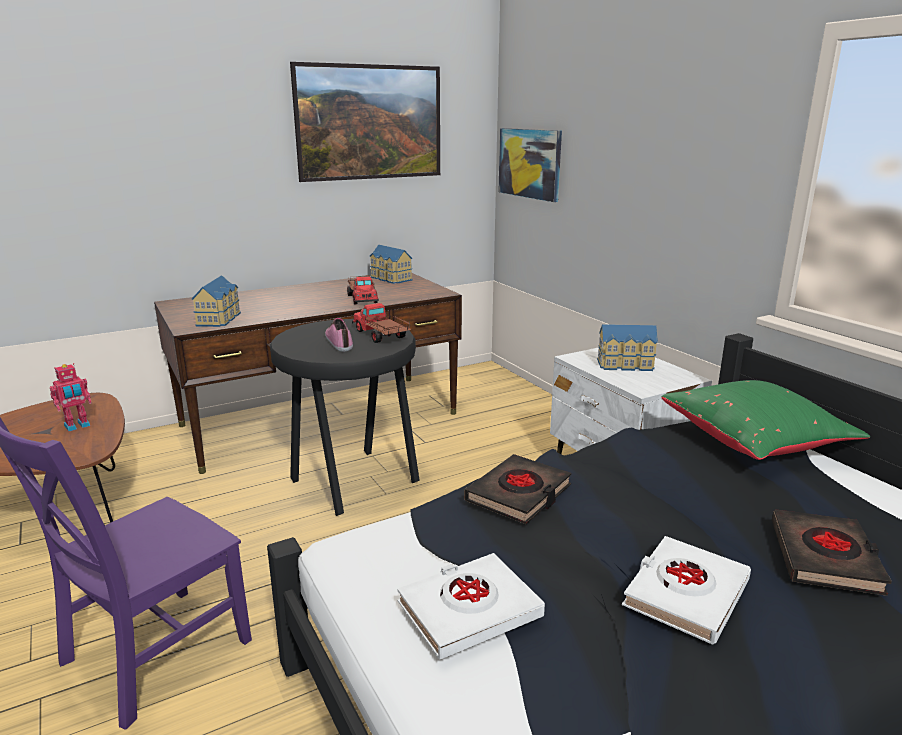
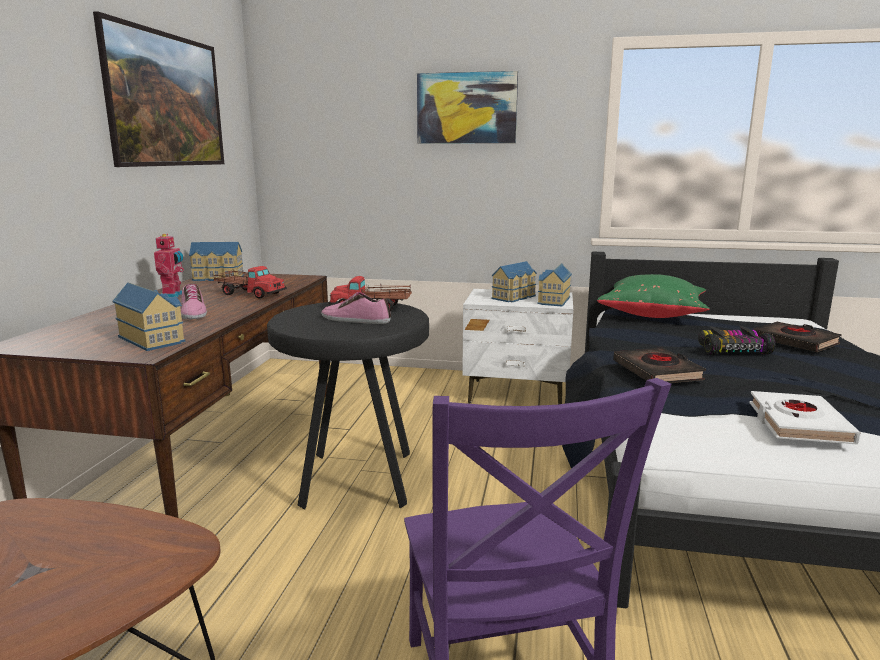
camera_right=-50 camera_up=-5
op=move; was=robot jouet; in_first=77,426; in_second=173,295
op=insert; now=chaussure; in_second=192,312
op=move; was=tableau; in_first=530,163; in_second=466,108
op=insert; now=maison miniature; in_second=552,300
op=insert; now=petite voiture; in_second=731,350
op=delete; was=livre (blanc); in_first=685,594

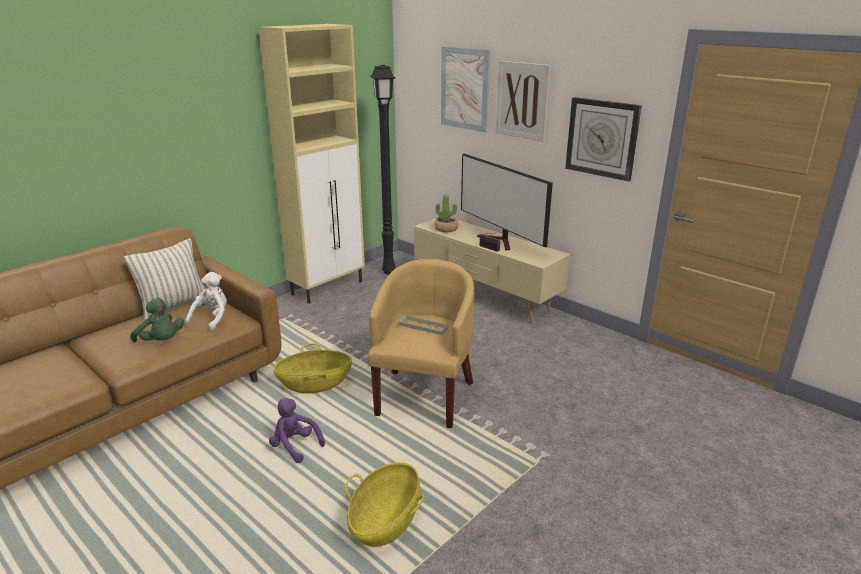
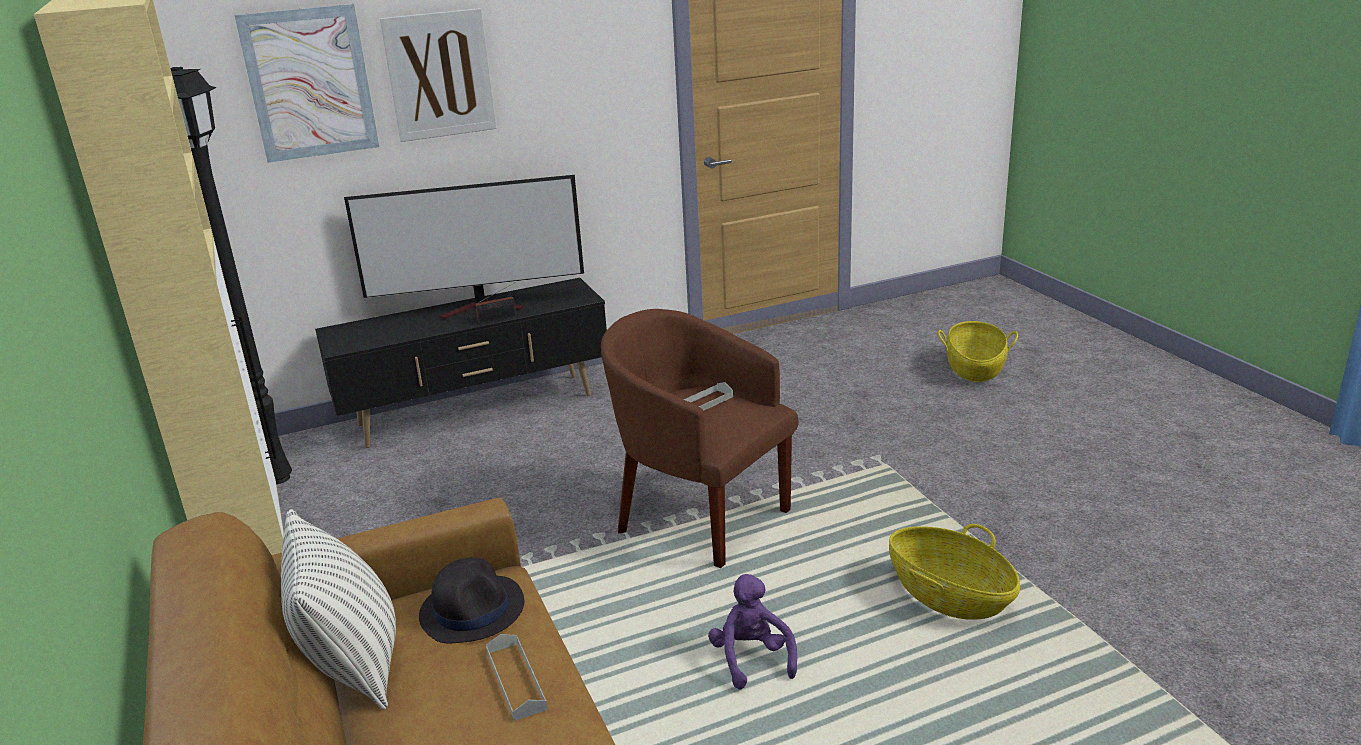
camera_right=-65 camera_up=0
op=recolor; was=meuble télé (beige); now=meuble télé (noir); in_first=485,296; in_second=477,411
op=replace; was=peluche (blanc); now=chapeau (noir); in_first=212,319; in_second=472,609
op=replace; was=peluche (vert); now=plateau (gris); in_first=161,341; in_second=516,680
op=recolor; was=fauteuil (jaune); now=fauteuil (marron); in_first=424,395; in_second=699,515
op=rotate; was=peluche (violet); in_first=295,446; in_second=751,659; clockwise=105
op=move; was=panier; in_first=315,384; in_second=975,368
op=delete; was=plante en pot; in_first=446,229
op=delete; was=horloge murale; in_first=602,138

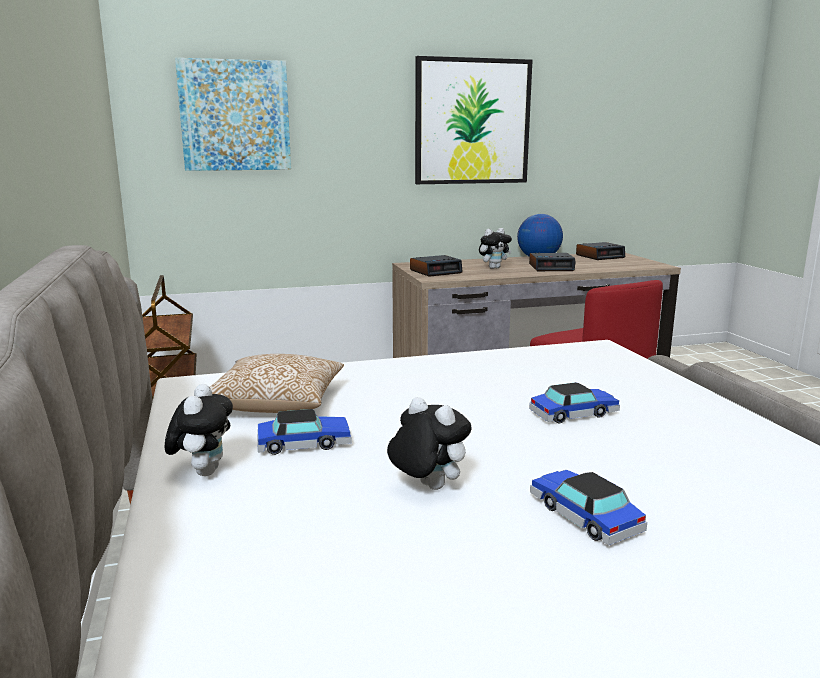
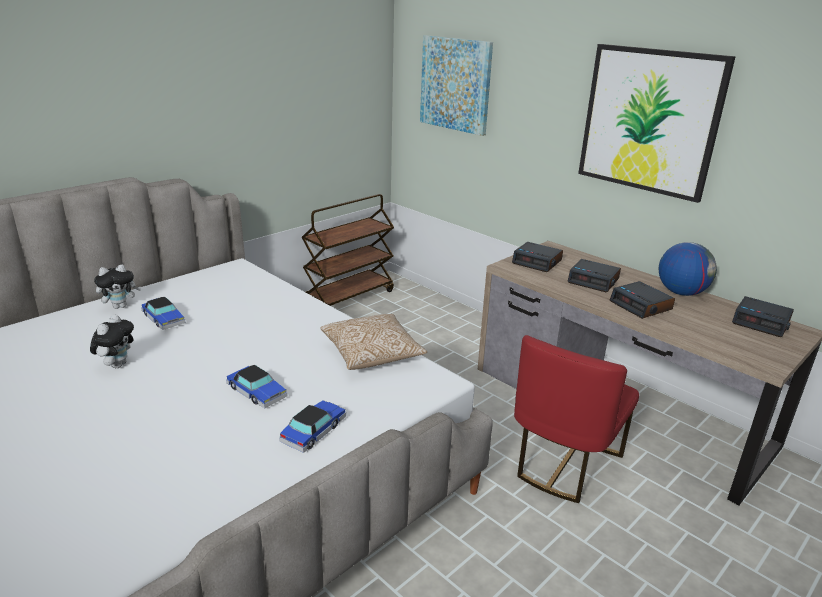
camera_right=60 camera_up=10
op=move; was=petite voiture; in_first=584,515; in_second=314,431
op=move; was=coussin; in_first=277,403; in_second=372,354
op=replace; was=peluche; now=réveil; in_first=494,268; in_second=594,281

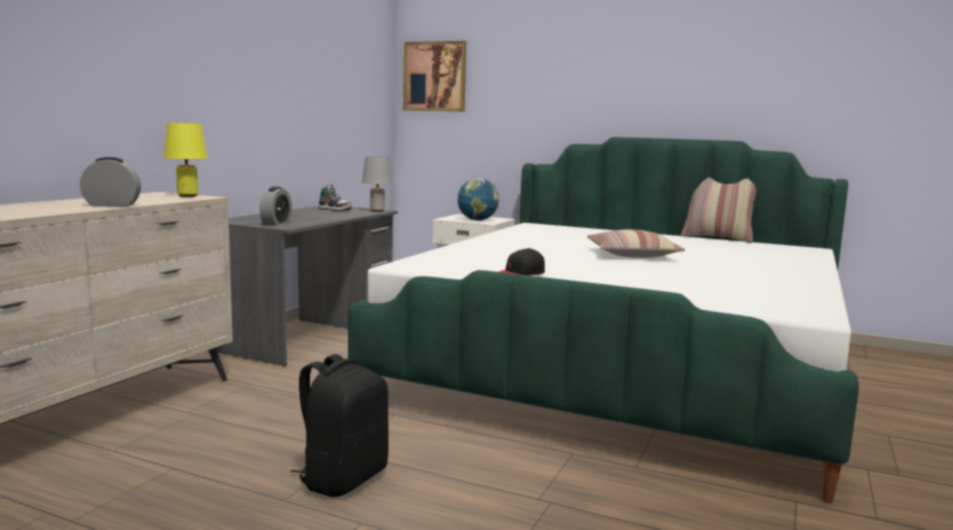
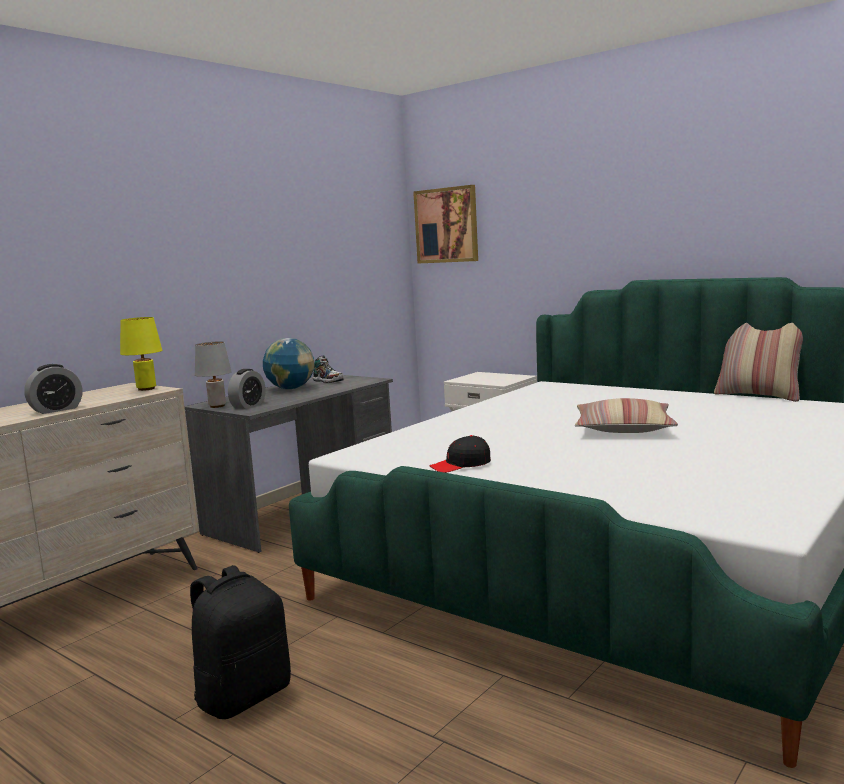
camera_right=15 camera_up=0
op=rotate; was=réveil; in_first=112,205; in_second=56,410; clockwise=135
op=move; was=lampe de table (gris); in_first=377,211; in_second=217,406
op=move; was=globe; in_first=477,220; in_second=290,388

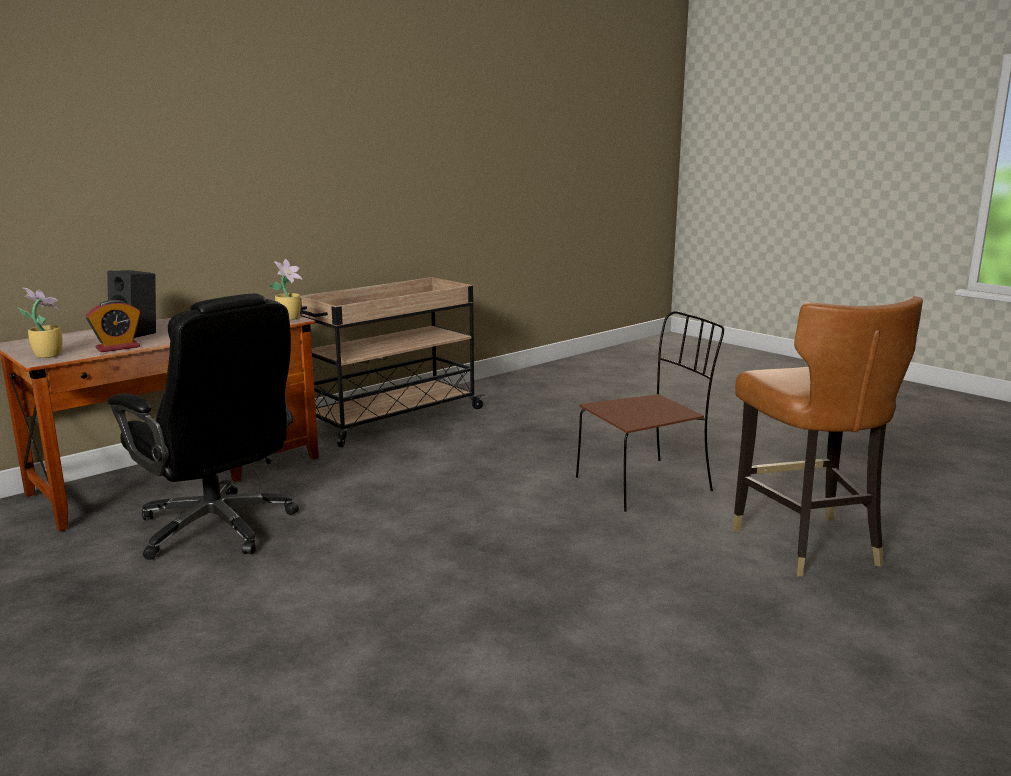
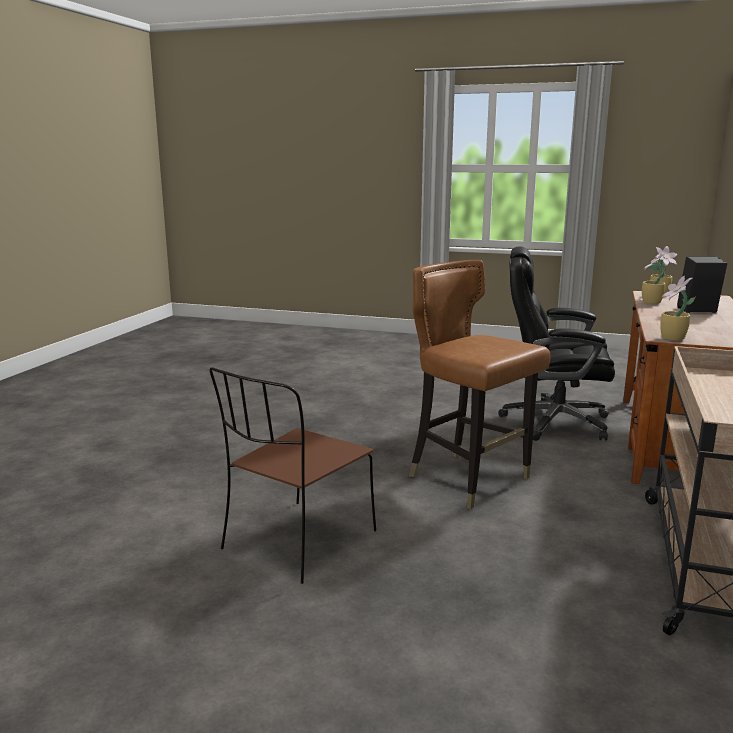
camera_right=150 camera_up=0
op=move; was=chaise (marron); in_first=806,545; in_second=469,479
op=replace; was=réveil; now=plante en pot; in_first=118,347; in_second=651,302

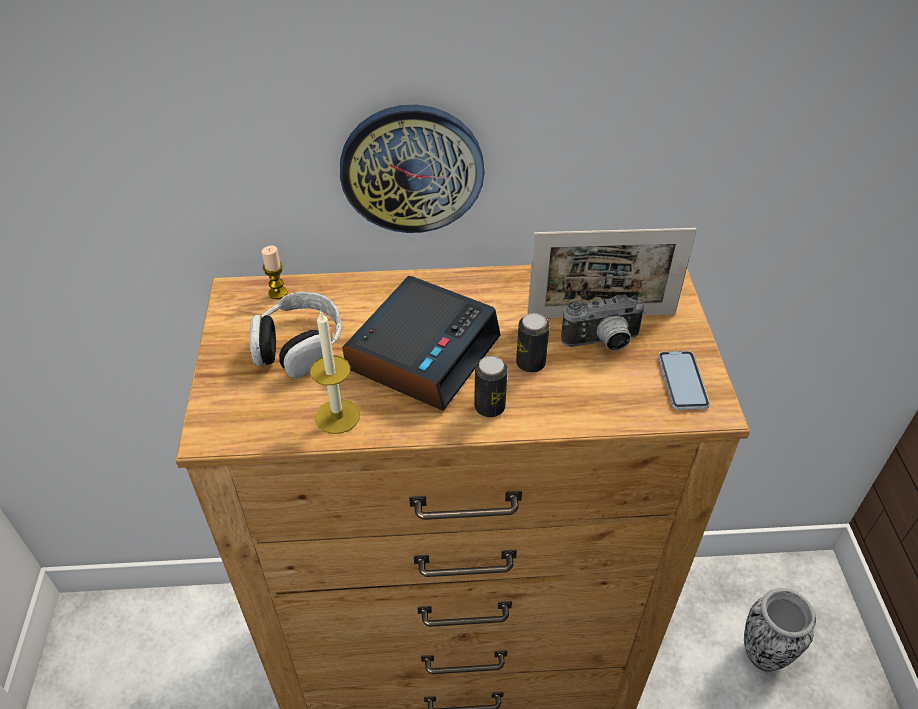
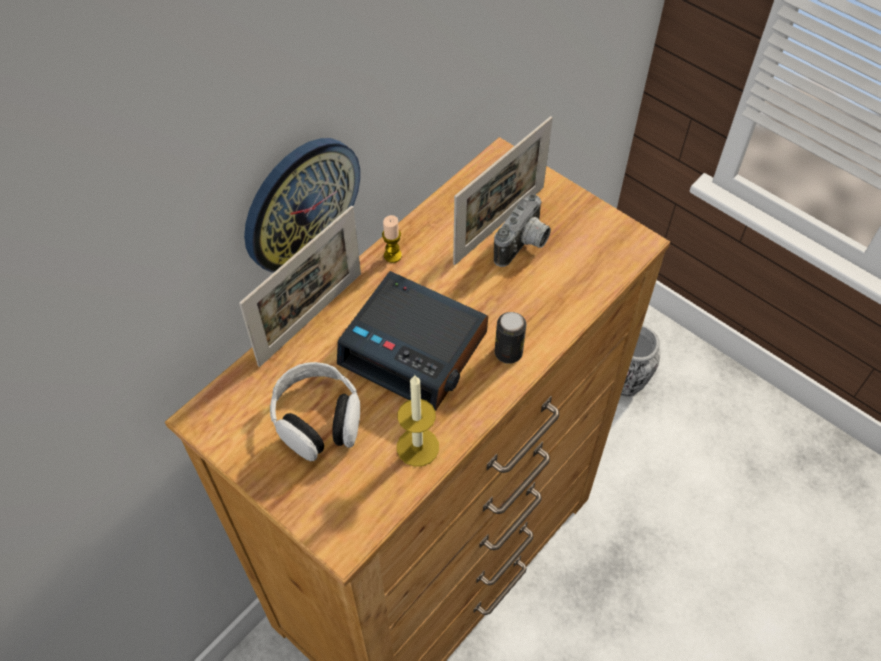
camera_right=-45 camera_up=10
op=insert; now=cadre photo; in_second=311,318
op=rotate; was=réveil; in_first=423,352; in_second=415,349; clockwise=135
op=move; was=bougie; in_first=278,293; in_second=392,255
op=delete; was=boîte métallique; in_first=530,363
op=delete; was=téléphone; in_first=682,381

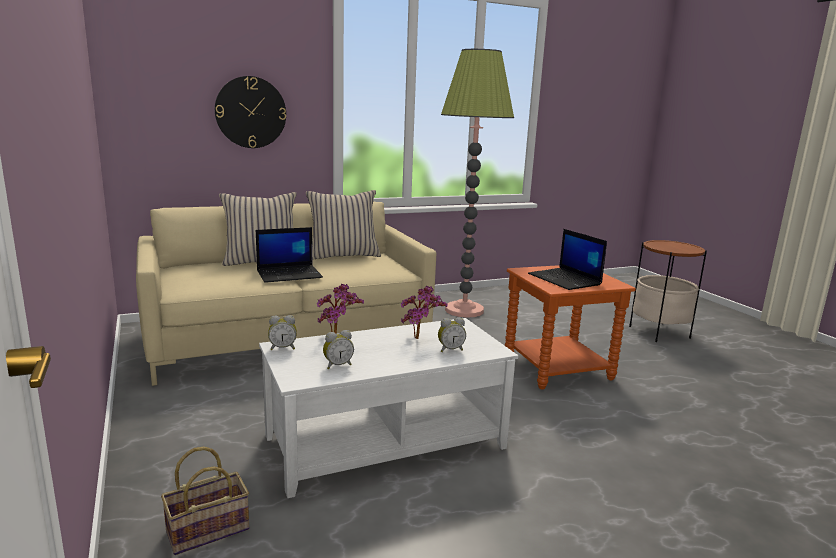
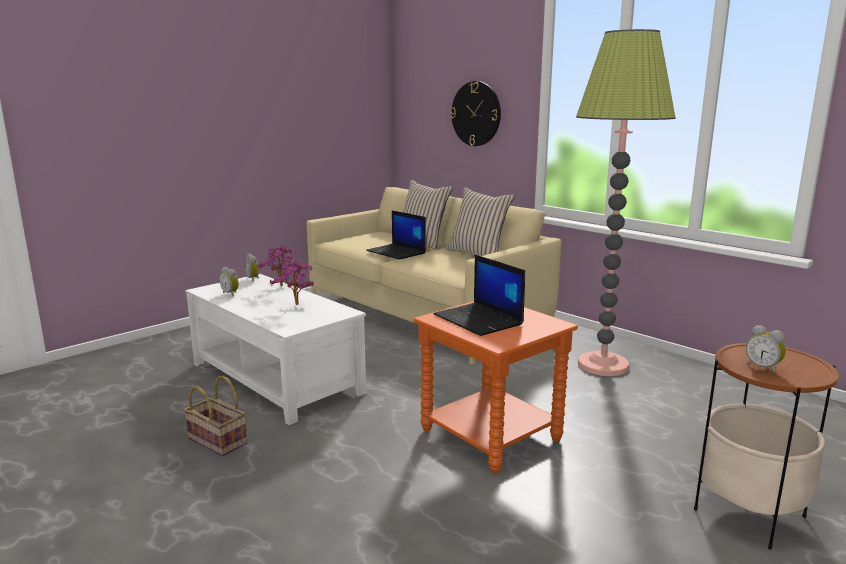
camera_right=70 camera_up=0
op=move; was=panier; in_first=209,529; in_second=219,441
op=rotate; was=ordinateur portable; in_first=565,280; in_second=479,320; clockwise=-75
op=move; was=réveil; in_first=450,349; in_second=763,368

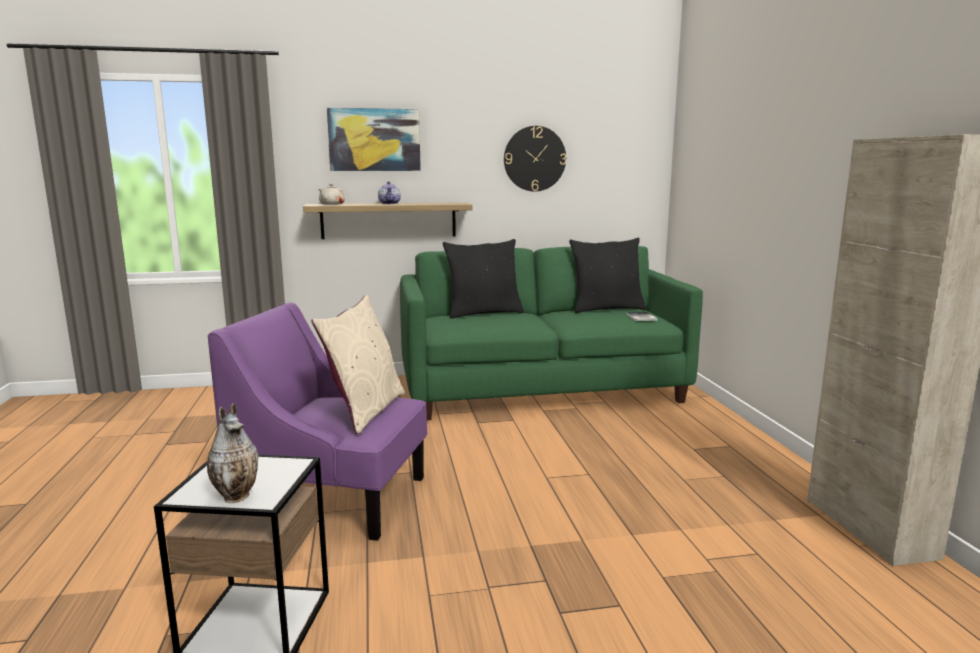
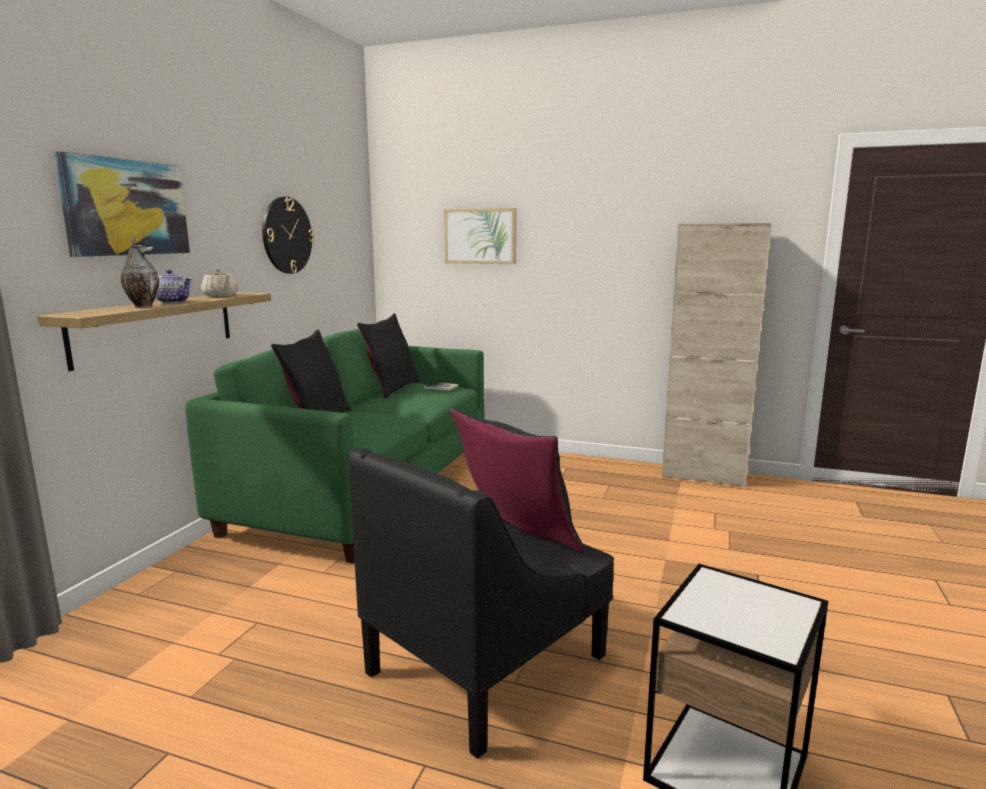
camera_right=-60 camera_up=0
op=move; was=vase; in_first=237,496; in_second=143,306
op=move; was=théière (beige); in_first=331,204; in_second=220,296
op=recolor; was=fauteuil (violet); now=fauteuil (noir); in_first=333,497; in_second=487,663
op=insert; now=tableau; in_second=480,236
op=recolor; was=coussin (beige); now=coussin (noir); in_first=364,410; in_second=515,538

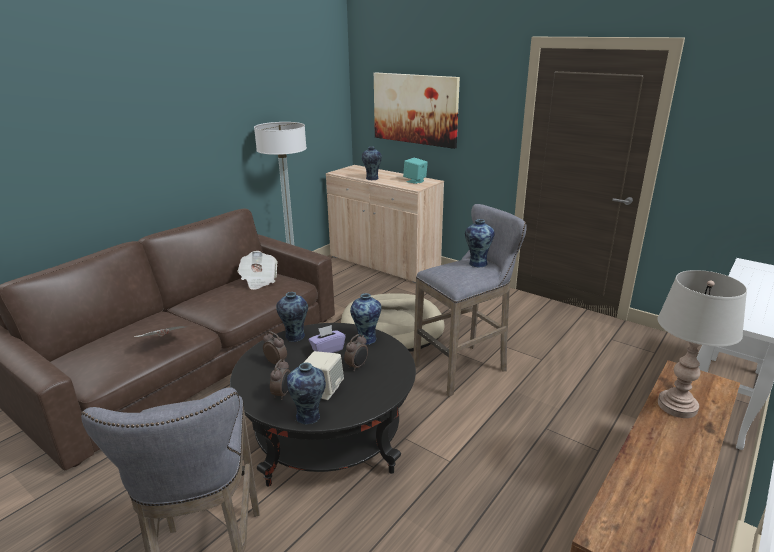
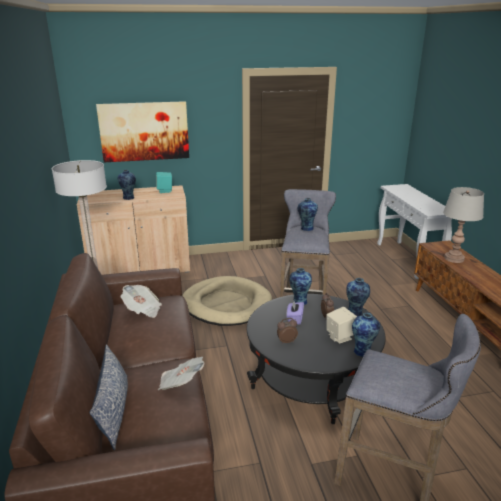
camera_right=-50 camera_up=0
op=insert; now=coussin; in_second=114,410
op=move; was=vase; in_first=294,337; in_second=355,313
op=delete; was=réveil; in_first=282,394

